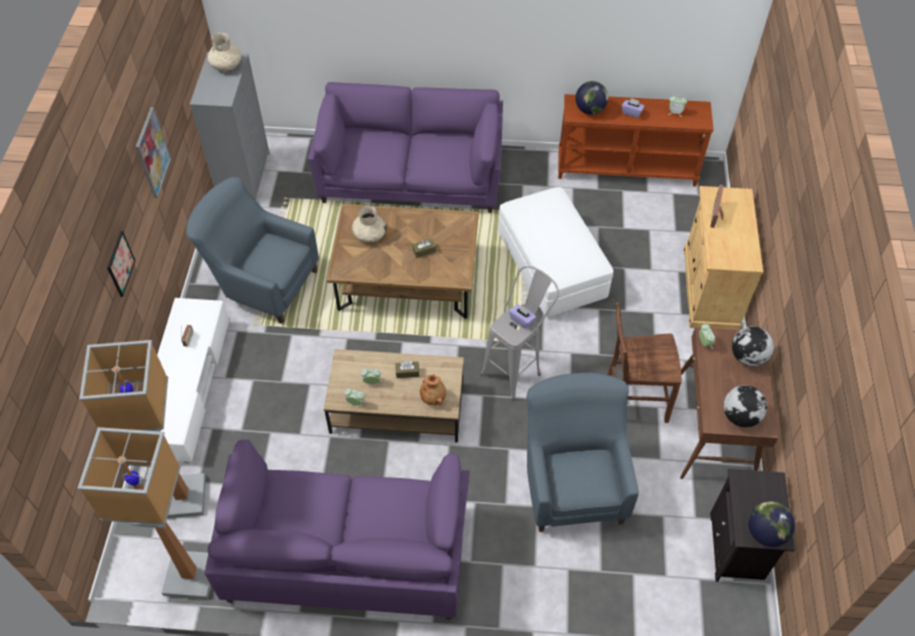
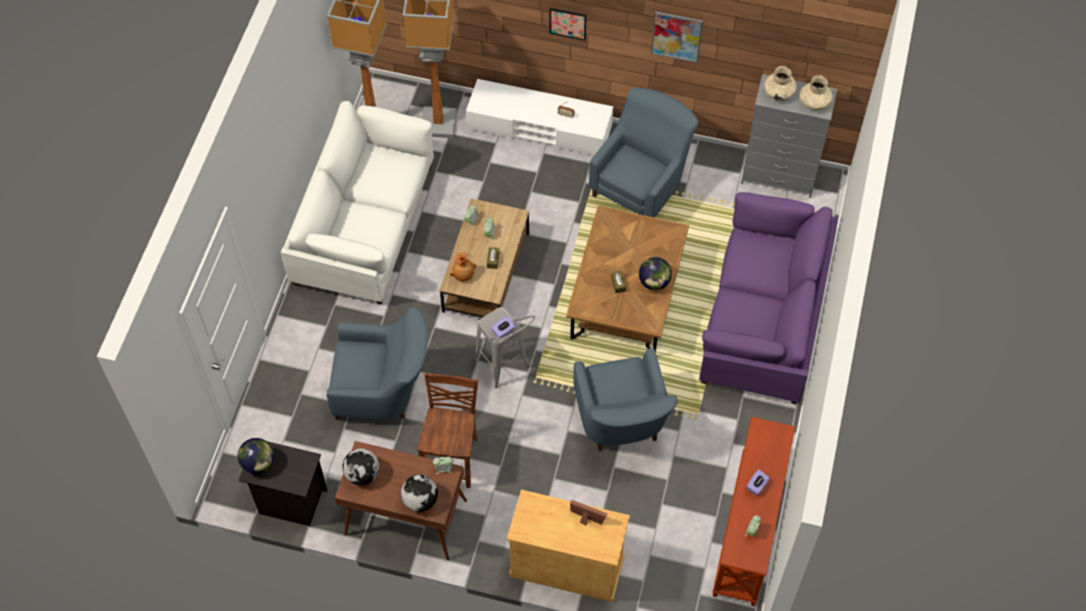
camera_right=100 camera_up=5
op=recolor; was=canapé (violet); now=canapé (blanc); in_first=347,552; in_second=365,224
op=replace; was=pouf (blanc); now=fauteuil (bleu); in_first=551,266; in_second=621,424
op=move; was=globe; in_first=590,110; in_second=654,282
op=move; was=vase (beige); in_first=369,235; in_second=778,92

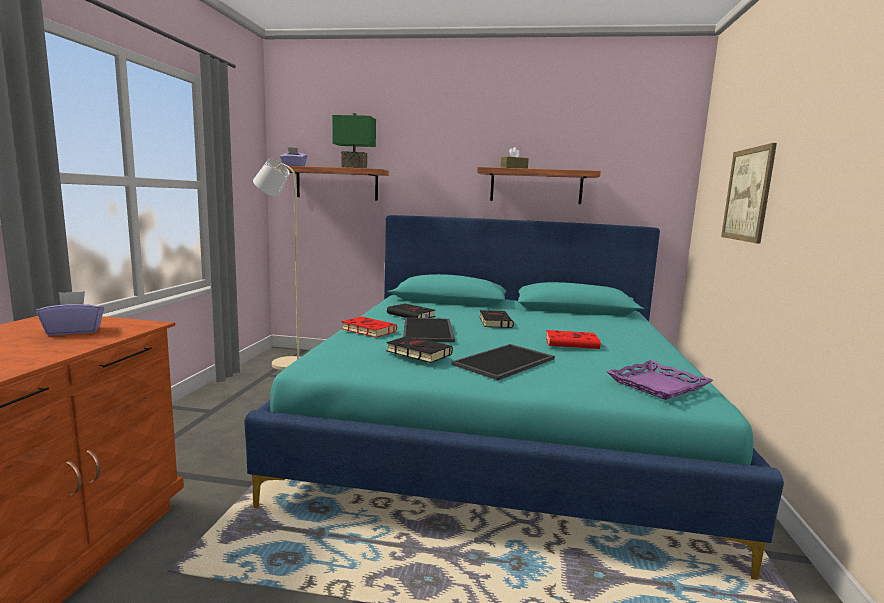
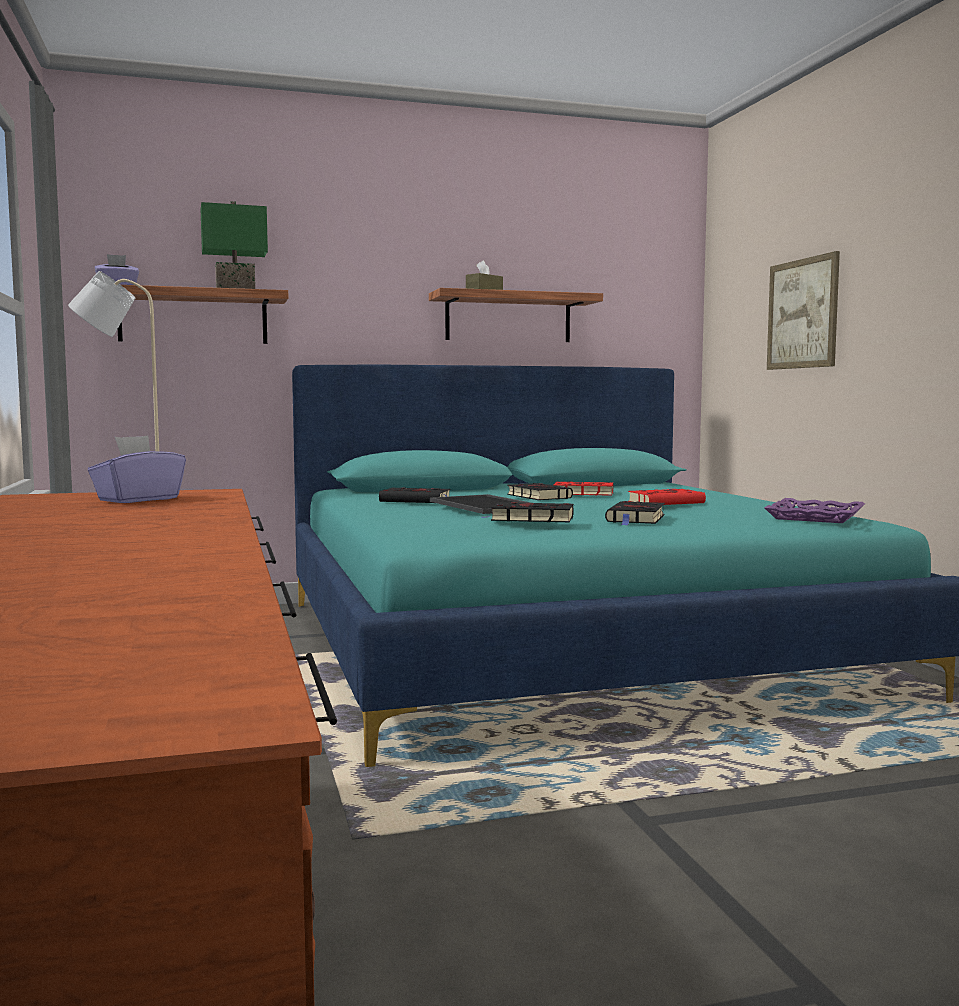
camera_right=-25 camera_up=-5
op=move; was=livre (rouge); in_first=367,330; in_second=581,493
op=replace; was=plateau; now=livre (noir); in_first=505,362; in_second=636,519

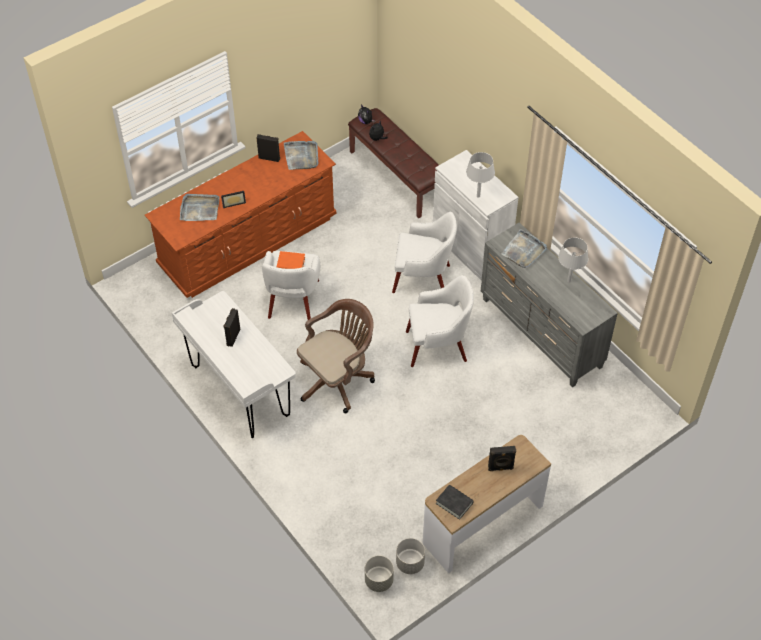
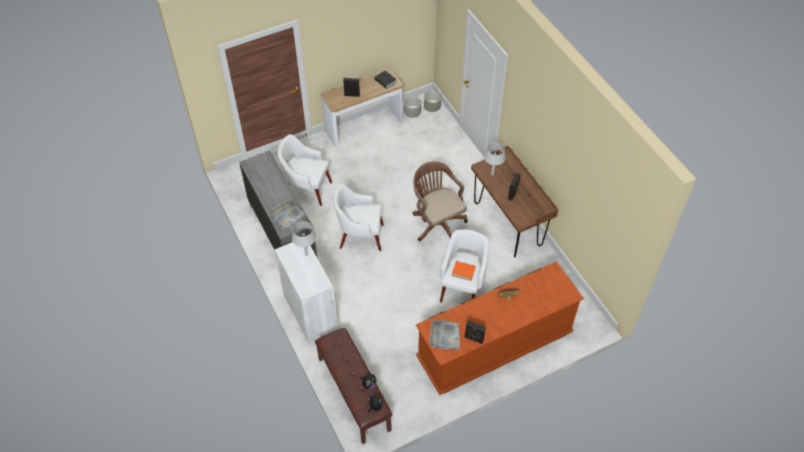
camera_right=-170 camera_up=0
op=move; was=fauteuil (blanc); in_first=423,279; in_second=306,189
op=rotate; was=chaise de bureau (marron); in_first=338,379; in_second=437,223; clockwise=90
op=recolor; was=bureau (blanc); now=bureau (marron); in_first=239,392; in_second=507,224
op=move; was=lampe de table (gris); in_first=569,280; in_second=492,174
op=delete; was=plateau (gris); in_first=199,209

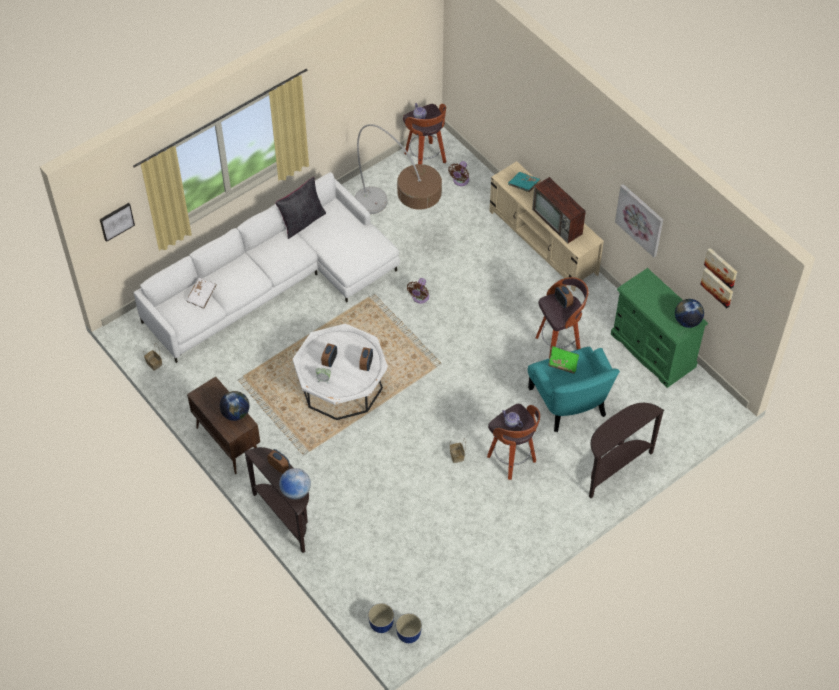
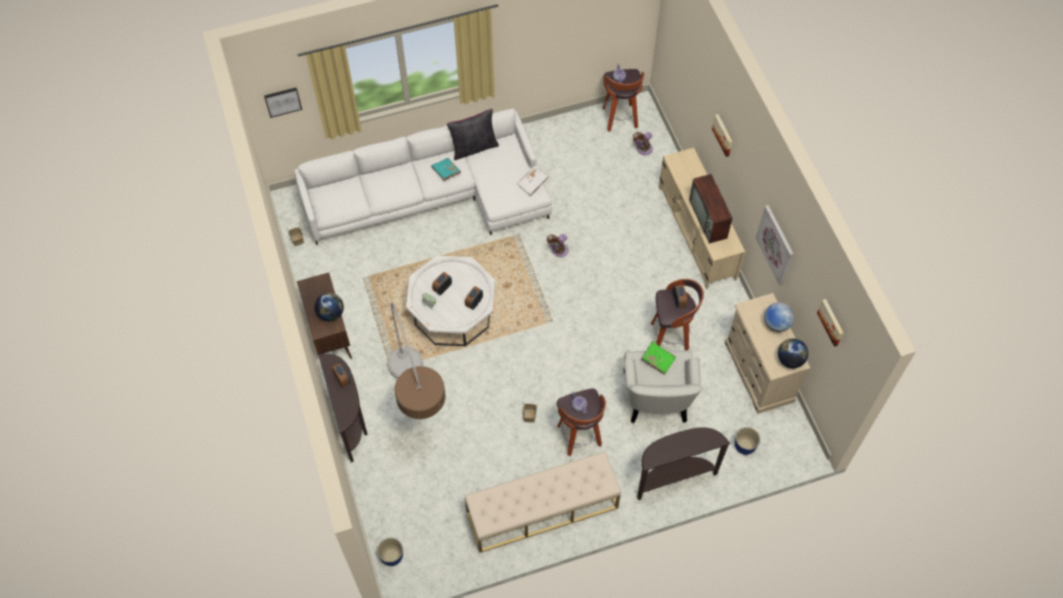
camera_right=20 camera_up=5
op=move; was=lampadaire; in_first=399,229; in_second=418,406
op=move; was=livre (turquoise); in_first=524,185; in_second=446,172
op=insert; now=banc (beige); in_second=542,510
op=move; was=livre (blanc); in_first=202,296; in_second=533,183
op=recolor; was=fauteuil (turquoise); now=fauteuil (blanc); in_first=570,402; in_second=657,398
op=move; was=tableau; in_first=717,287; in_second=723,135
op=recolor; was=commode (vert); now=commode (beige); in_first=653,350; in_second=758,372
op=move; was=cache-pot; in_first=409,635; in_second=744,447
op=move; was=globe; in_first=296,491; in_second=776,324

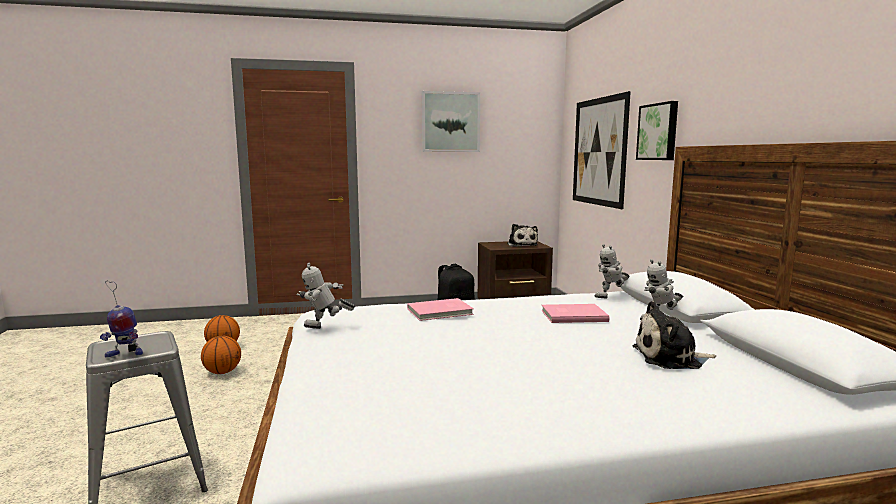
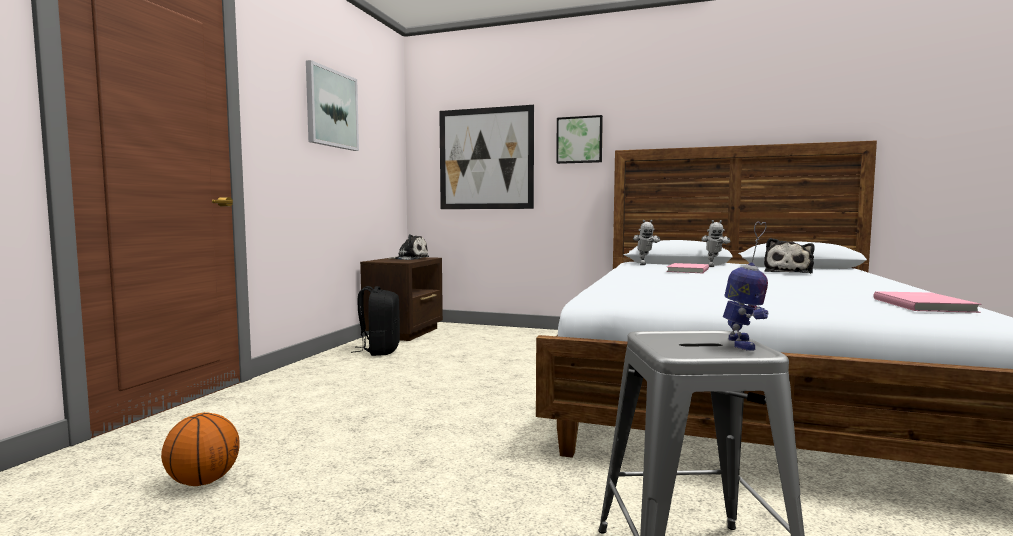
camera_right=-60 camera_up=-5
op=move; was=livre (rose); in_first=441,312; in_second=924,305
op=delete; was=ballon de basket; in_first=222,372
op=delete; was=robot jouet; in_first=325,328

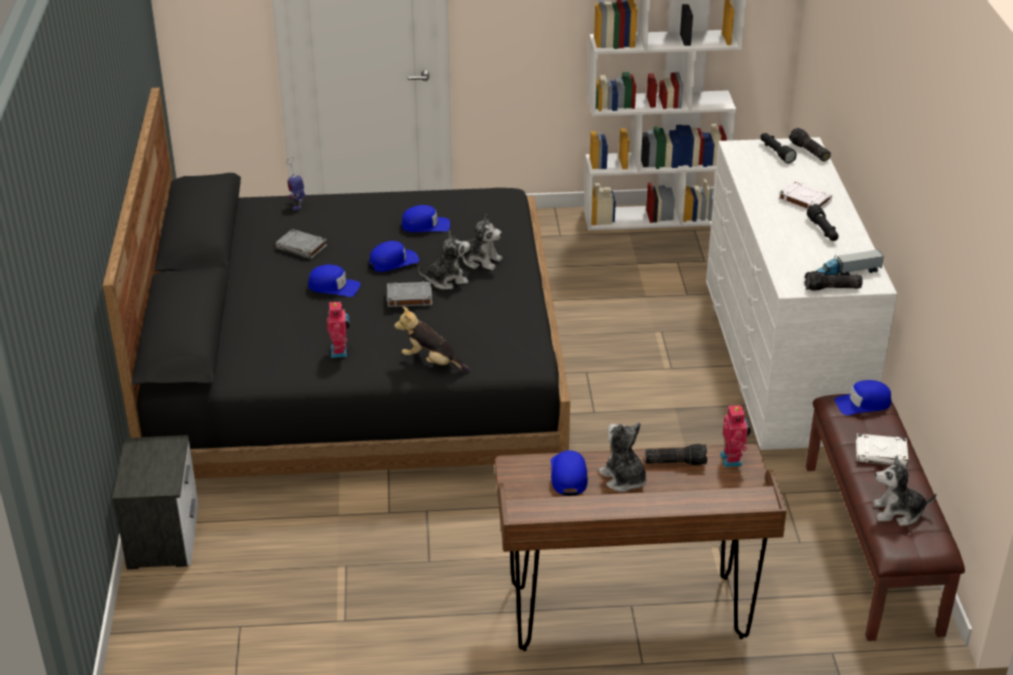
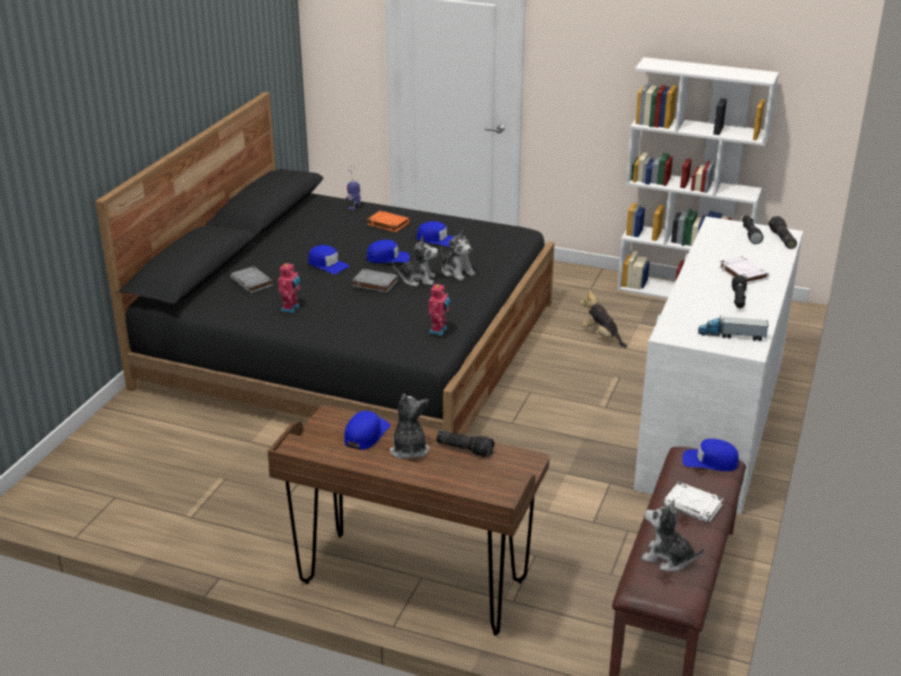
camera_right=25 camera_up=-5
op=move; was=livre (gris); in_first=302,247; in_second=252,283
op=insert; now=livre (orange); in_second=387,224
op=move; was=robot jouet; in_first=733,459; in_second=439,331
op=move; was=peluche; in_first=432,362; in_second=602,336
op=delete; was=table de chevet; in_first=164,535
op=delete; was=lampe de poche; in_first=832,288

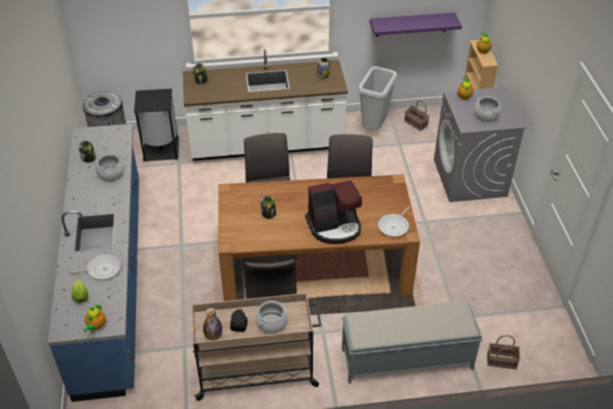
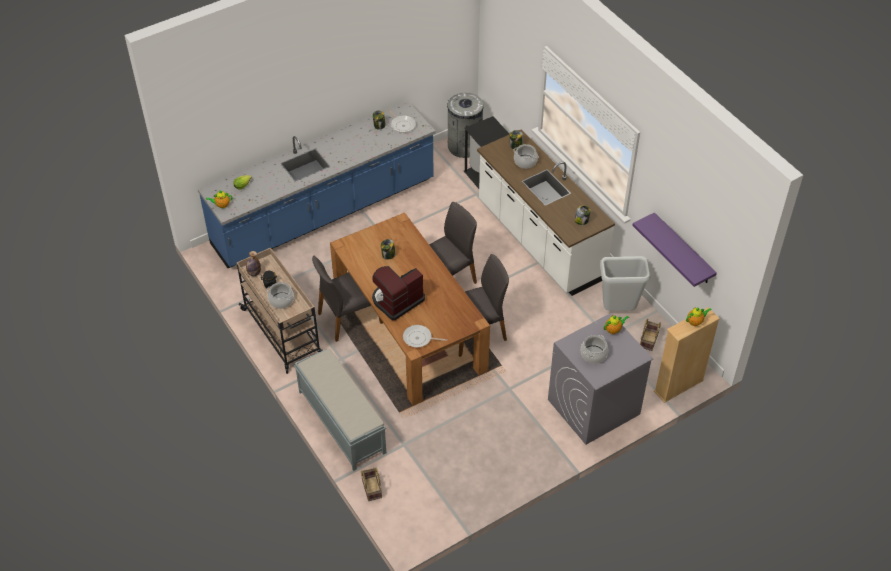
camera_right=65 camera_up=5
op=rotate; was=machine à café; in_first=334,226; in_second=397,300; clockwise=90
op=move; was=poêle; in_first=102,269; in_second=402,125
op=move; was=marmite; in_first=111,174; in_second=525,162

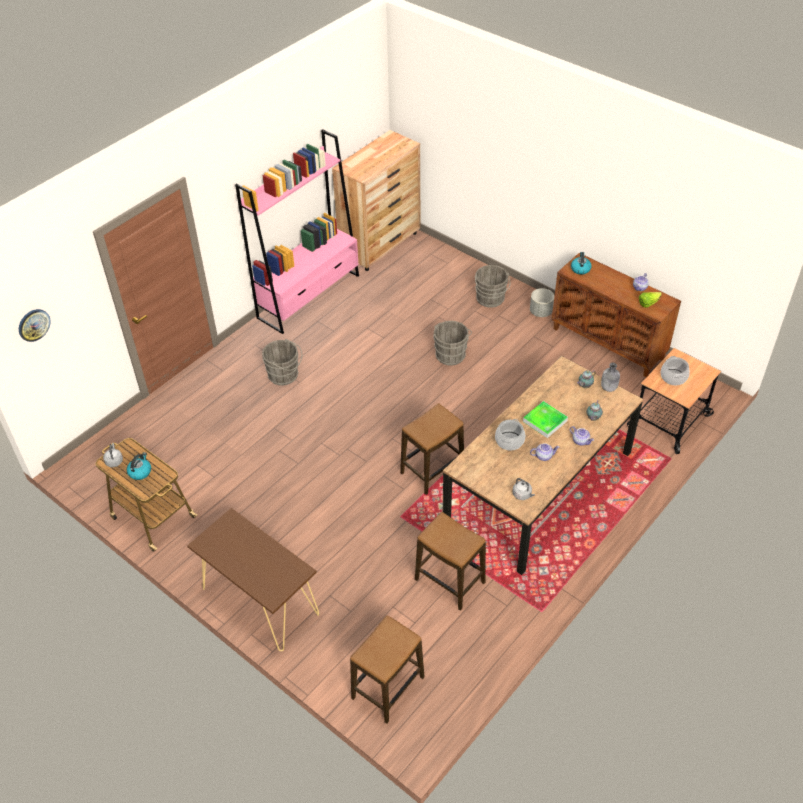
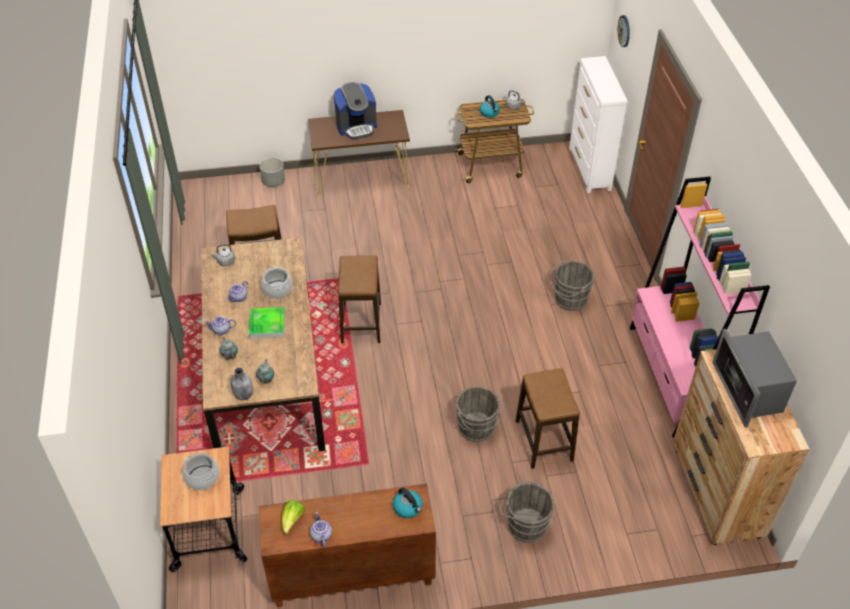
camera_right=130 camera_up=0
op=move; was=cache-pot (gris); in_first=541,312; in_second=273,182
op=insert; now=machine à café; in_second=356,127
op=move; was=tabouret; in_first=388,687; in_second=544,441
op=insert; now=commode (blanc); in_second=589,169
op=insert; now=micro-ondes; in_second=748,391

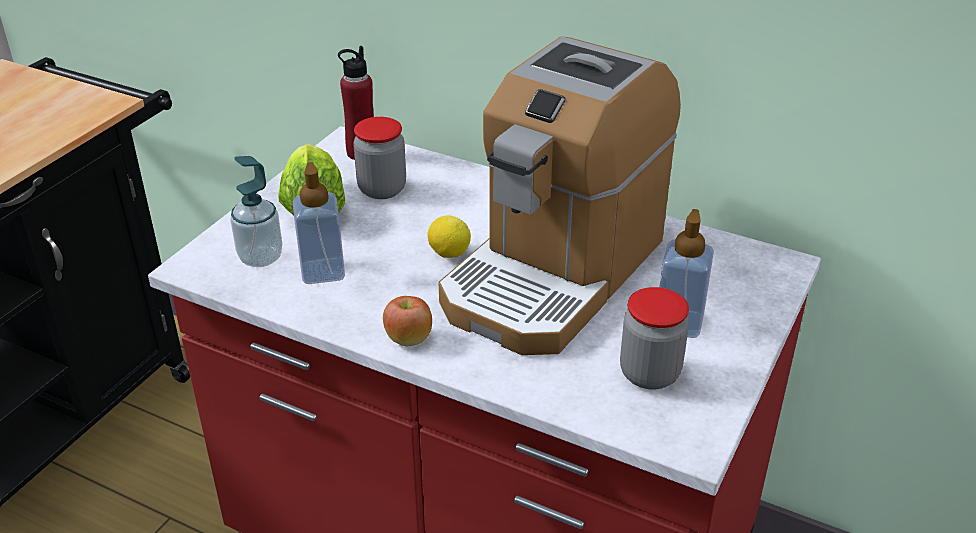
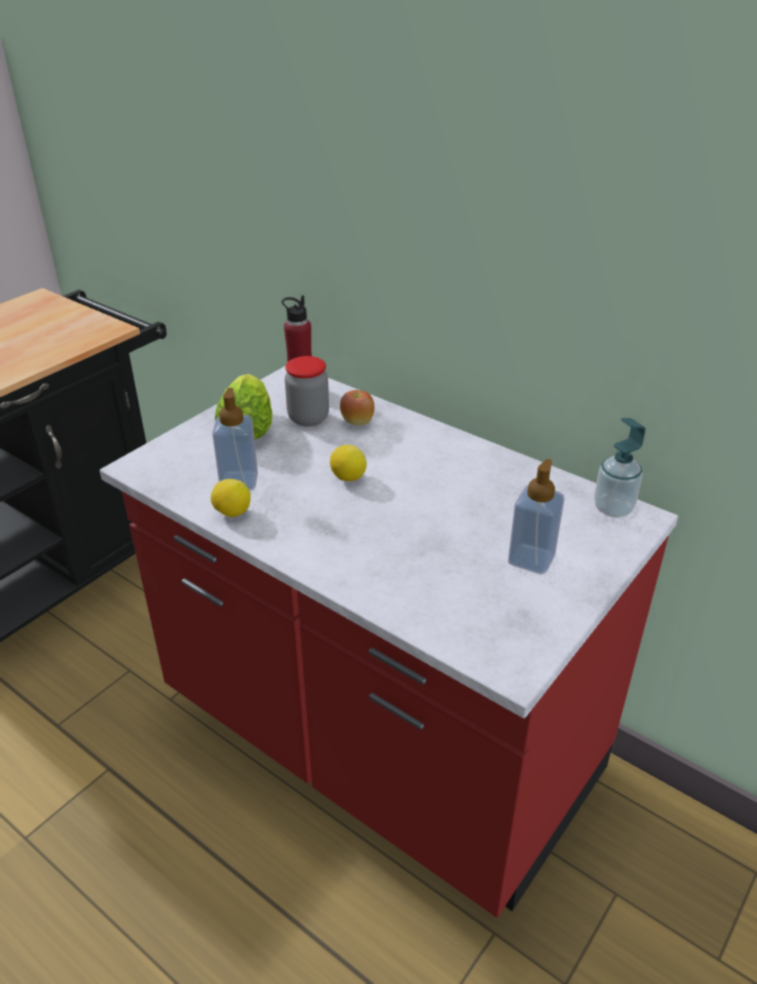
camera_right=10 camera_up=0
op=insert; now=citron; in_second=232,513
op=move; was=pomme; in_first=408,339; in_second=357,422
op=move; was=distributeur de savon; in_first=260,257; in_second=613,508
op=delete; was=machine à café; in_first=554,272
op=delete; was=bocal; in_first=649,374

